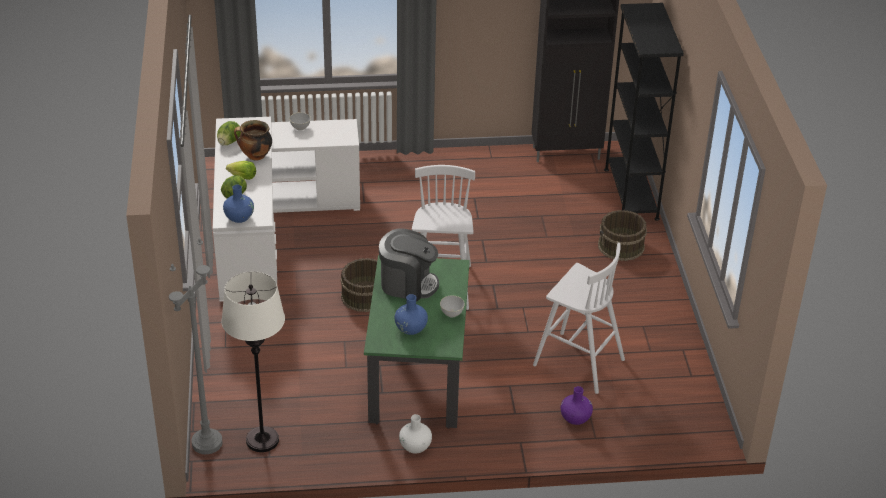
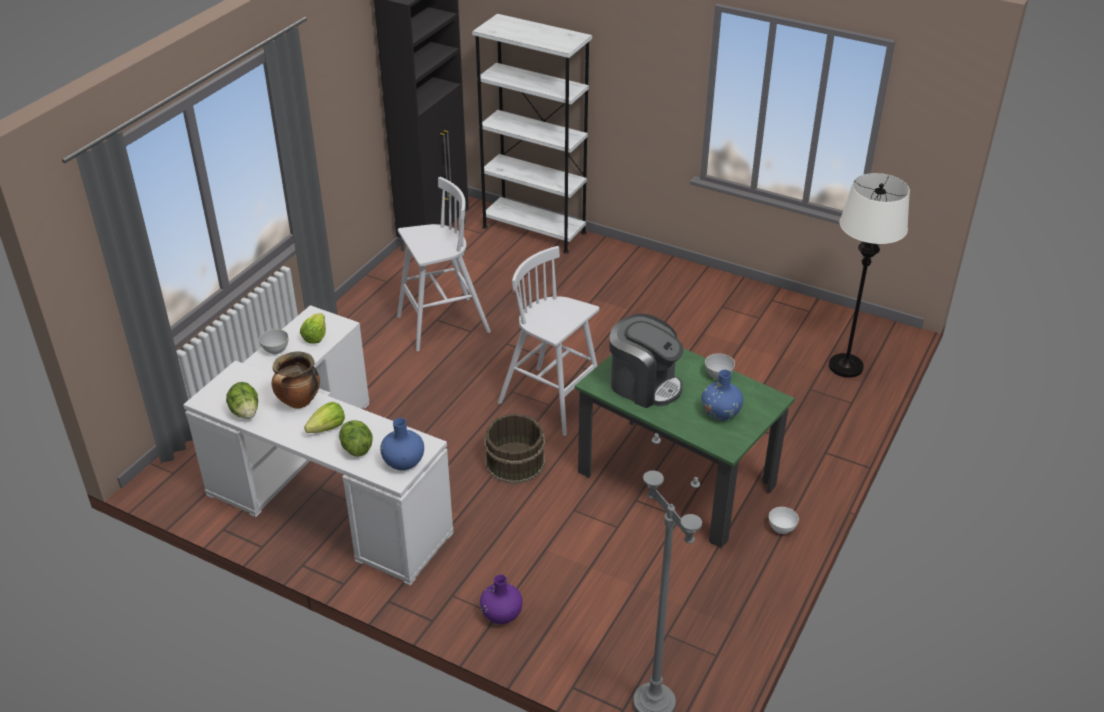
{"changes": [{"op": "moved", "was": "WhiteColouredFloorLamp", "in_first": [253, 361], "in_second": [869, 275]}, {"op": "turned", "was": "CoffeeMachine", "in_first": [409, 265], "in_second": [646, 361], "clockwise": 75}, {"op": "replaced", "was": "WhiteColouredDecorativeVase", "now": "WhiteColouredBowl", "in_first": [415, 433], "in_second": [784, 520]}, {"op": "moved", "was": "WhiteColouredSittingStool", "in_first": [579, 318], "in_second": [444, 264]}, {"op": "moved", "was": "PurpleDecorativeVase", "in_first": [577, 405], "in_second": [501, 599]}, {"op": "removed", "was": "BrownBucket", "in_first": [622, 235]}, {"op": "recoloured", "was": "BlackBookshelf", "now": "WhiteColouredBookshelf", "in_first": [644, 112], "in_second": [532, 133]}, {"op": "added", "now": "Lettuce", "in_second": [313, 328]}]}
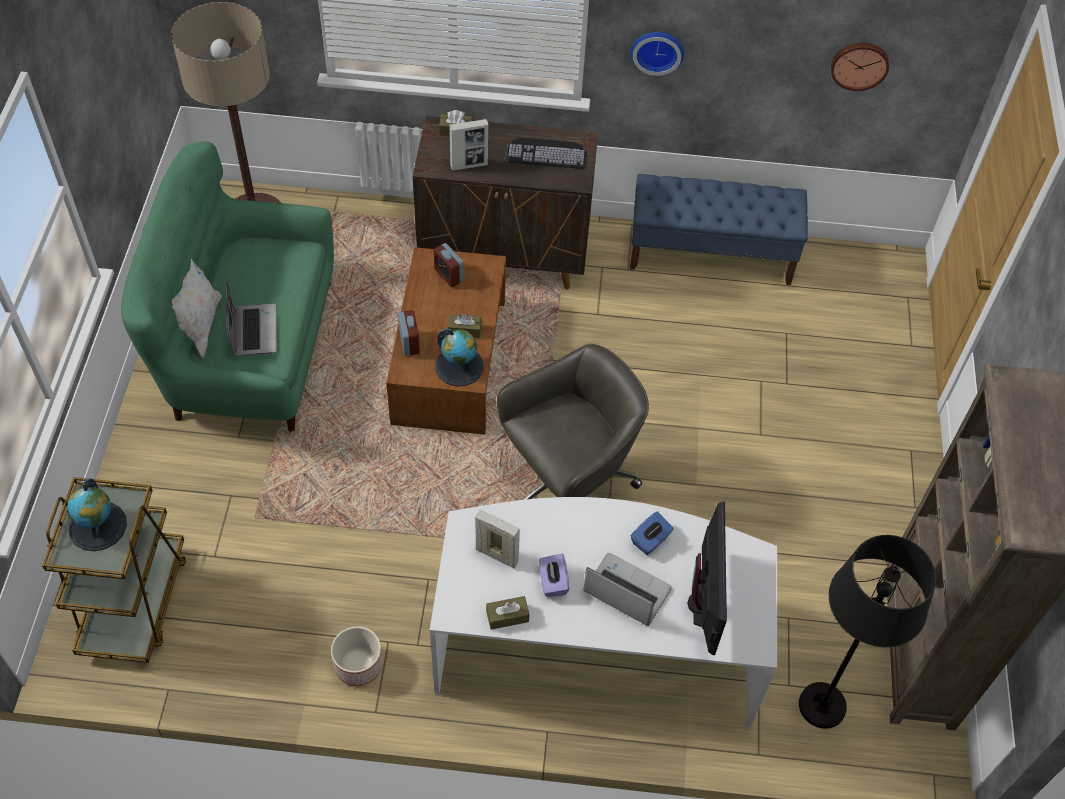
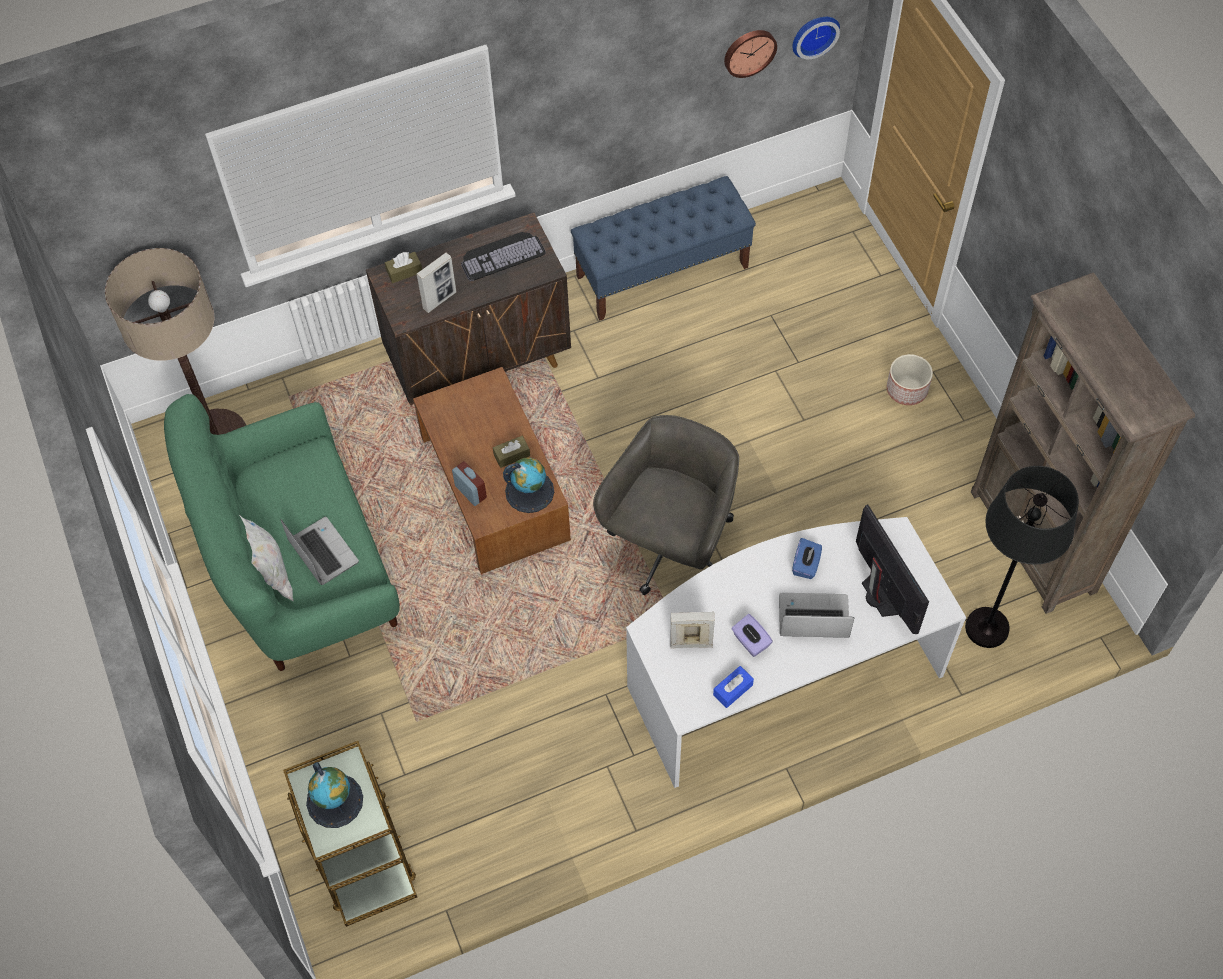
{"changes": [{"op": "moved", "was": "PlantPot", "in_first": [357, 656], "in_second": [910, 379]}, {"op": "removed", "was": "AlarmClock", "in_first": [449, 265]}, {"op": "recoloured", "was": "BrownBoxOfTissues", "now": "BlueBoxOfTissues", "in_first": [507, 613], "in_second": [733, 687]}, {"op": "moved", "was": "ClockOnTheWall", "in_first": [657, 54], "in_second": [816, 38]}]}
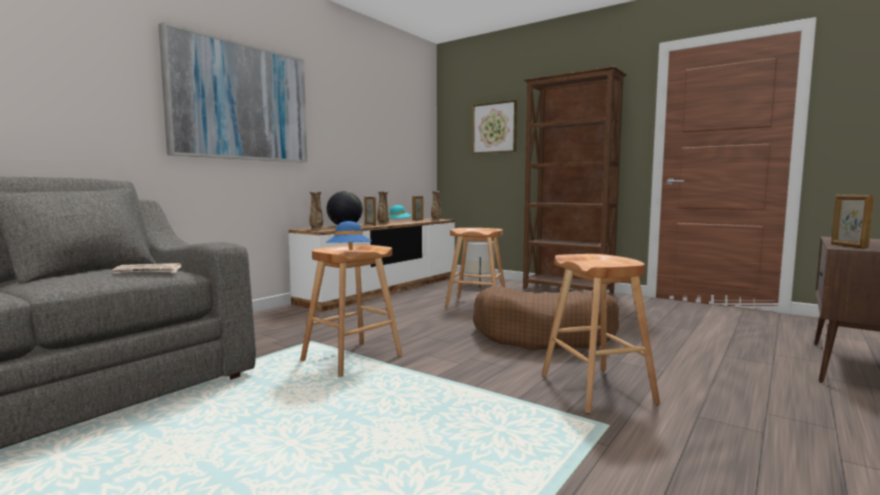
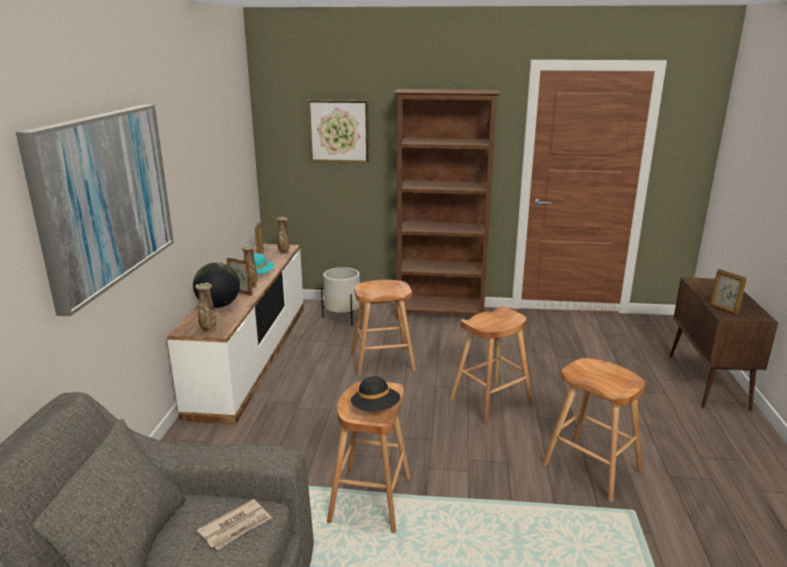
{"changes": [{"op": "recoloured", "was": "BlueClothingHat", "now": "BlackClothingHat", "in_first": [348, 235], "in_second": [376, 394]}, {"op": "replaced", "was": "BrownPetBed", "now": "BrownSittingStool", "in_first": [546, 318], "in_second": [491, 365]}]}
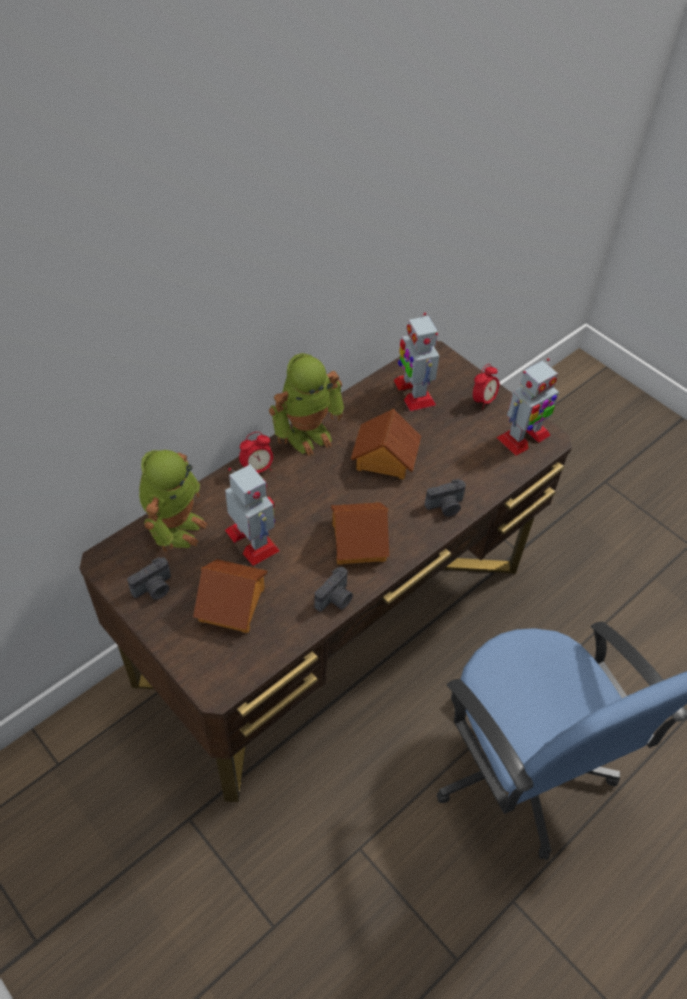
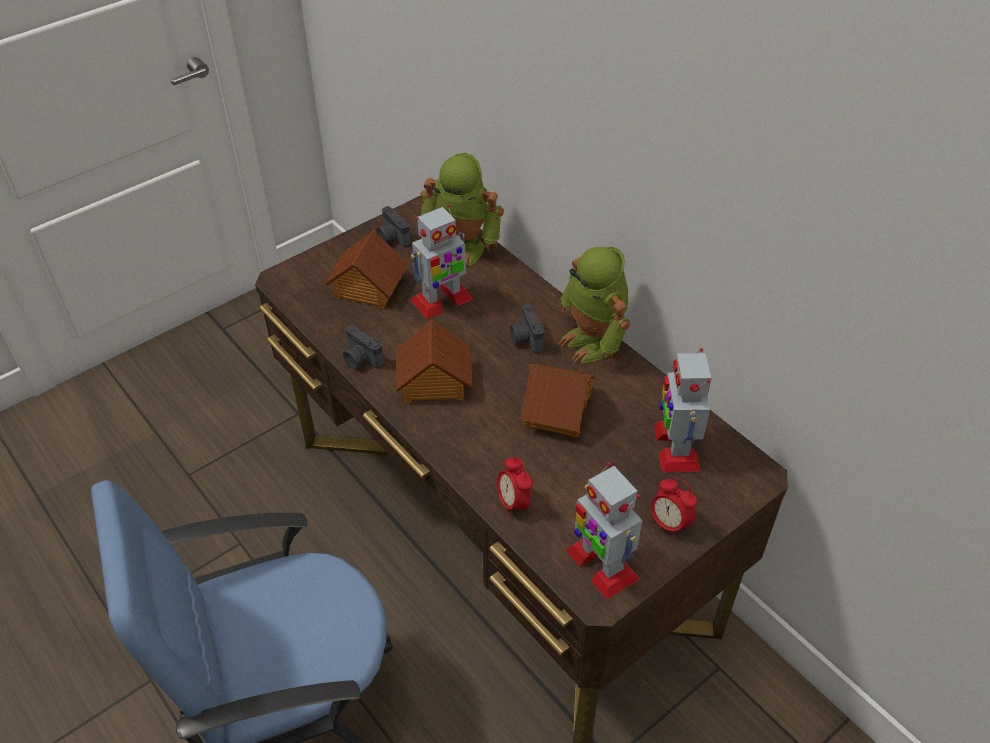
{"changes": [{"op": "moved", "was": "AlarmClock", "in_first": [256, 452], "in_second": [515, 487]}, {"op": "turned", "was": "RobotFigure", "in_first": [416, 362], "in_second": [683, 410], "clockwise": -75}, {"op": "moved", "was": "PhotoCamera", "in_first": [445, 498], "in_second": [527, 328]}]}
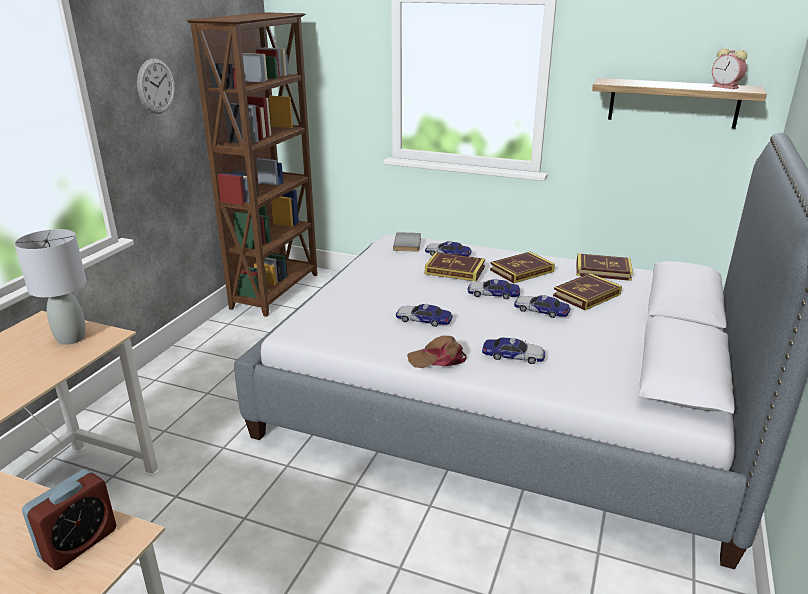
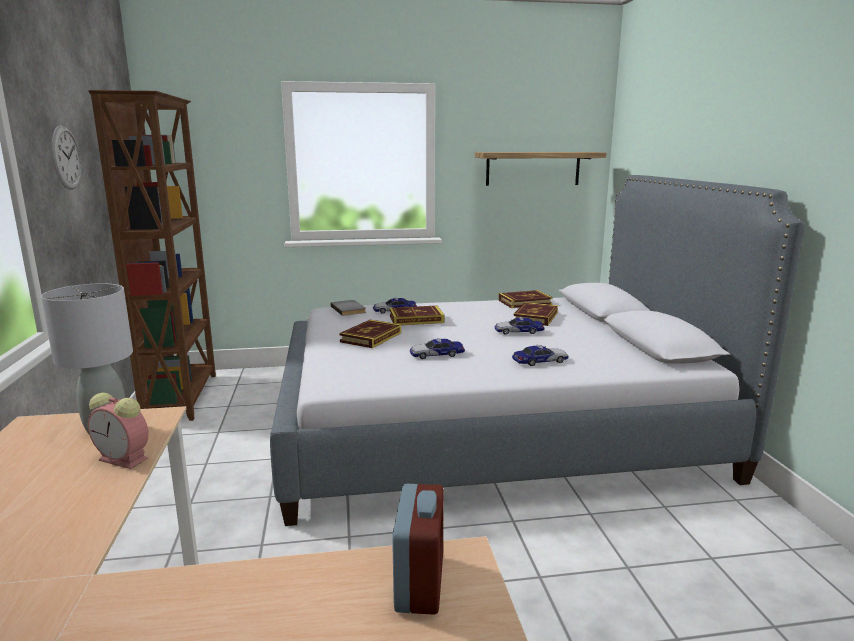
{"changes": [{"op": "removed", "was": "BrownBaseballCap", "in_first": [436, 351]}, {"op": "removed", "was": "ModelCar", "in_first": [493, 289]}, {"op": "moved", "was": "Volume", "in_first": [522, 267], "in_second": [370, 334]}, {"op": "moved", "was": "AlarmClock", "in_first": [729, 68], "in_second": [118, 431]}]}
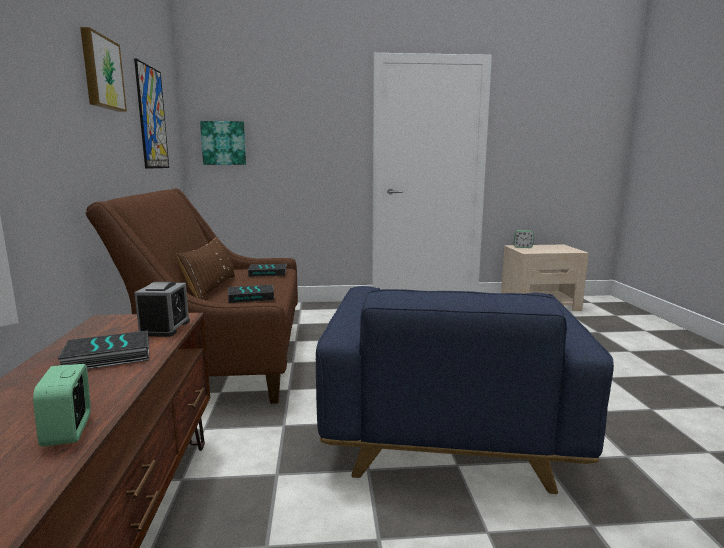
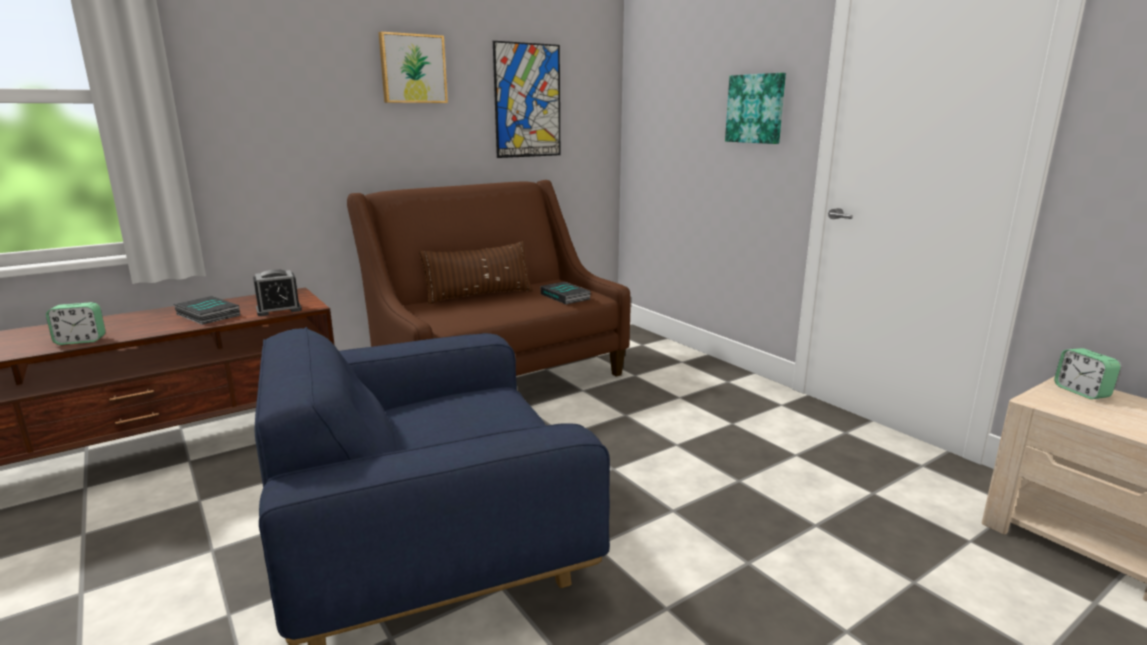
{"changes": [{"op": "turned", "was": "AlarmClock", "in_first": [62, 405], "in_second": [76, 323], "clockwise": -150}, {"op": "moved", "was": "WallArt", "in_first": [223, 143], "in_second": [755, 108]}, {"op": "removed", "was": "Volume", "in_first": [251, 294]}]}
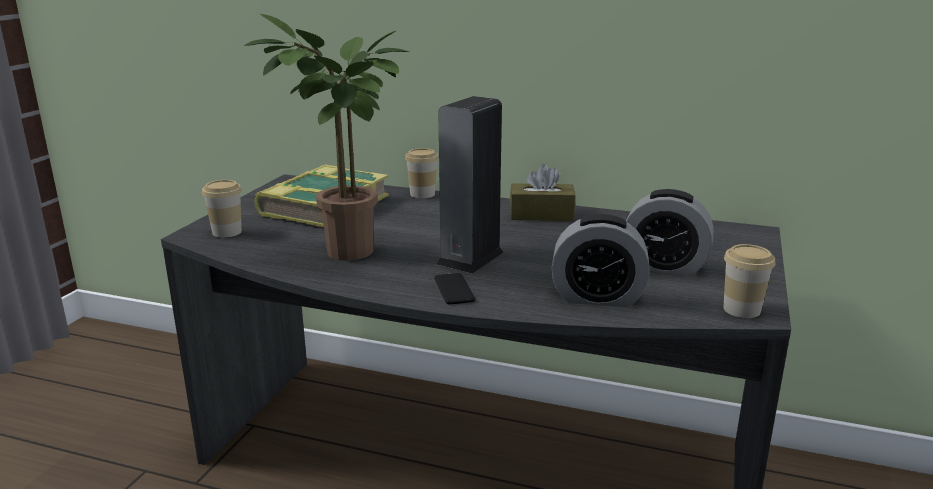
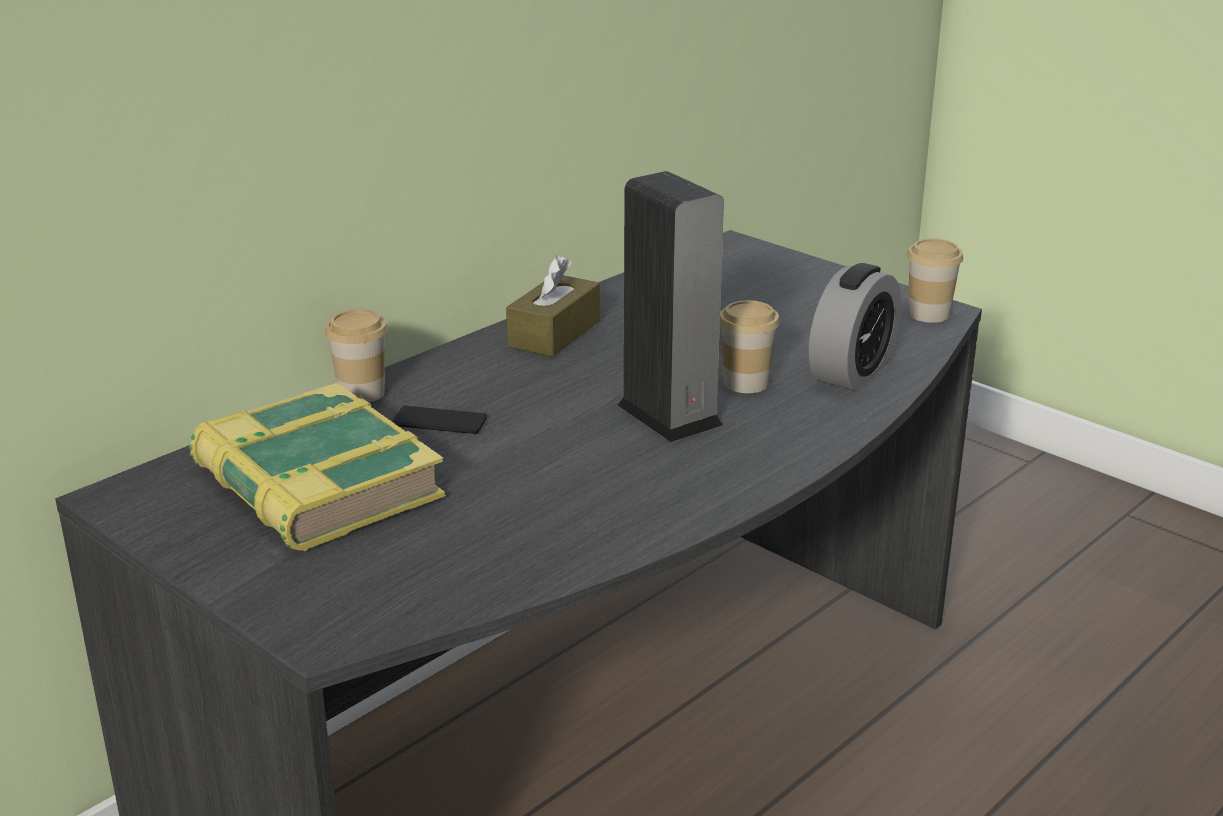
{"changes": [{"op": "moved", "was": "Cup", "in_first": [222, 209], "in_second": [750, 346]}, {"op": "removed", "was": "PottedPlant", "in_first": [326, 137]}, {"op": "moved", "was": "Telephone", "in_first": [454, 288], "in_second": [439, 420]}, {"op": "removed", "was": "AlarmClock", "in_first": [670, 232]}]}
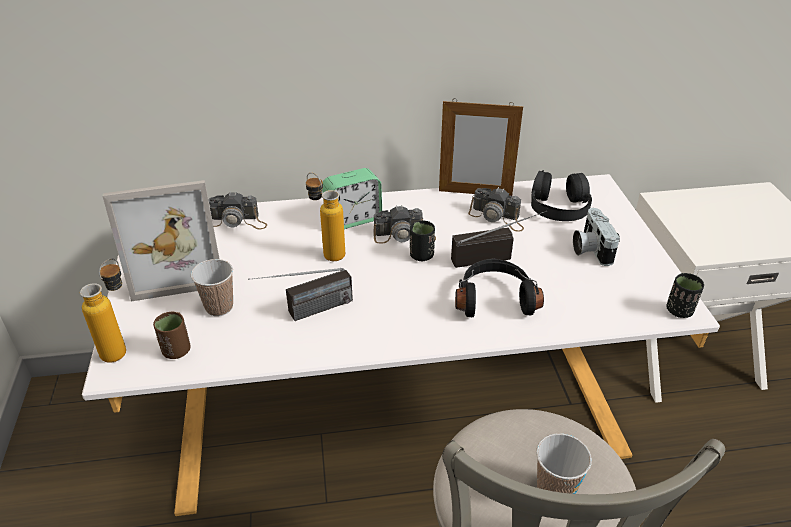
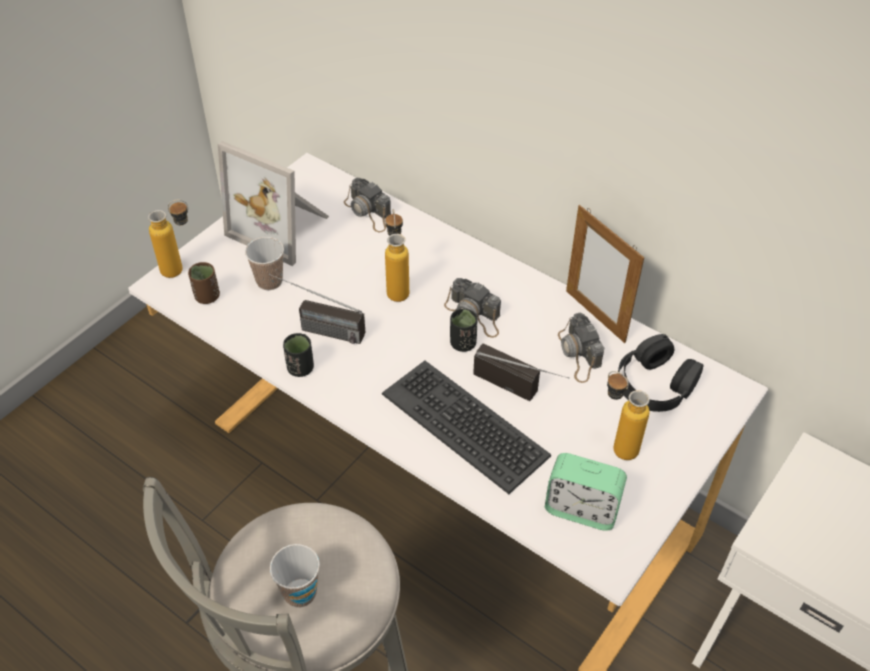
{"changes": [{"op": "moved", "was": "AlarmClock", "in_first": [352, 198], "in_second": [586, 492]}, {"op": "replaced", "was": "BlackHeadset", "now": "Keyboard", "in_first": [499, 288], "in_second": [466, 427]}, {"op": "replaced", "was": "PhotoCamera", "now": "Bottle", "in_first": [596, 237], "in_second": [628, 415]}, {"op": "moved", "was": "BlackCup", "in_first": [685, 295], "in_second": [298, 355]}]}
